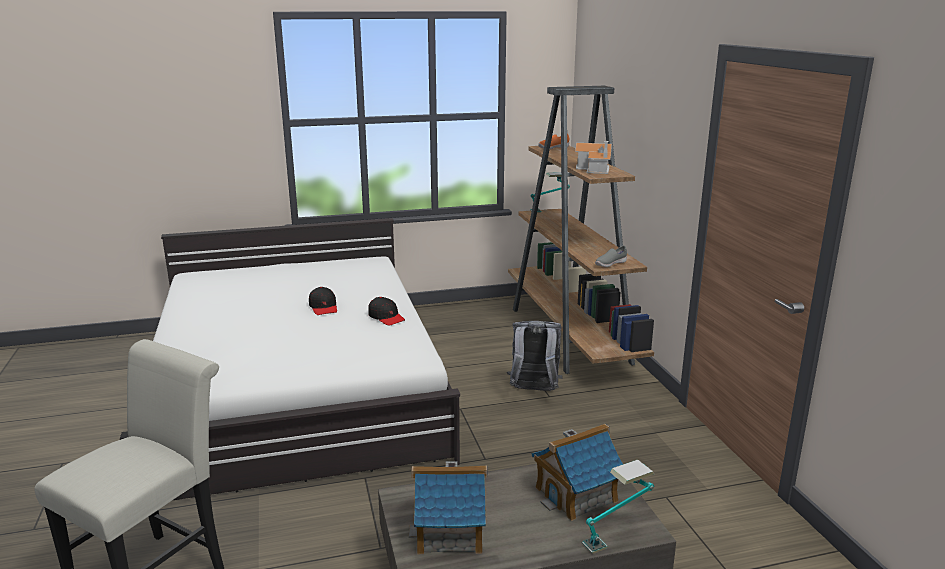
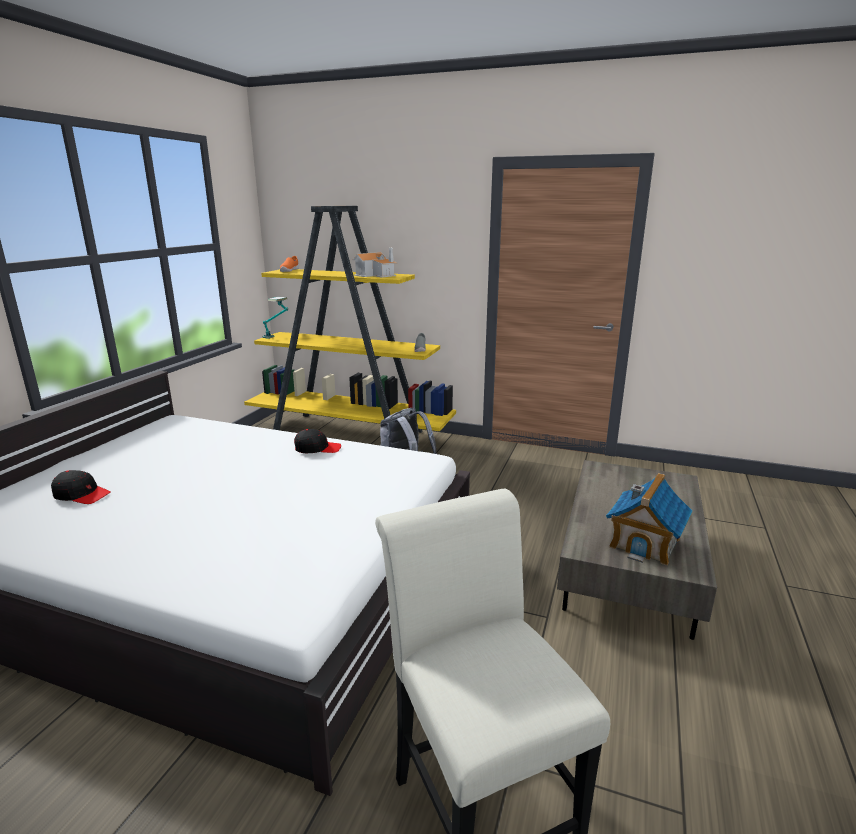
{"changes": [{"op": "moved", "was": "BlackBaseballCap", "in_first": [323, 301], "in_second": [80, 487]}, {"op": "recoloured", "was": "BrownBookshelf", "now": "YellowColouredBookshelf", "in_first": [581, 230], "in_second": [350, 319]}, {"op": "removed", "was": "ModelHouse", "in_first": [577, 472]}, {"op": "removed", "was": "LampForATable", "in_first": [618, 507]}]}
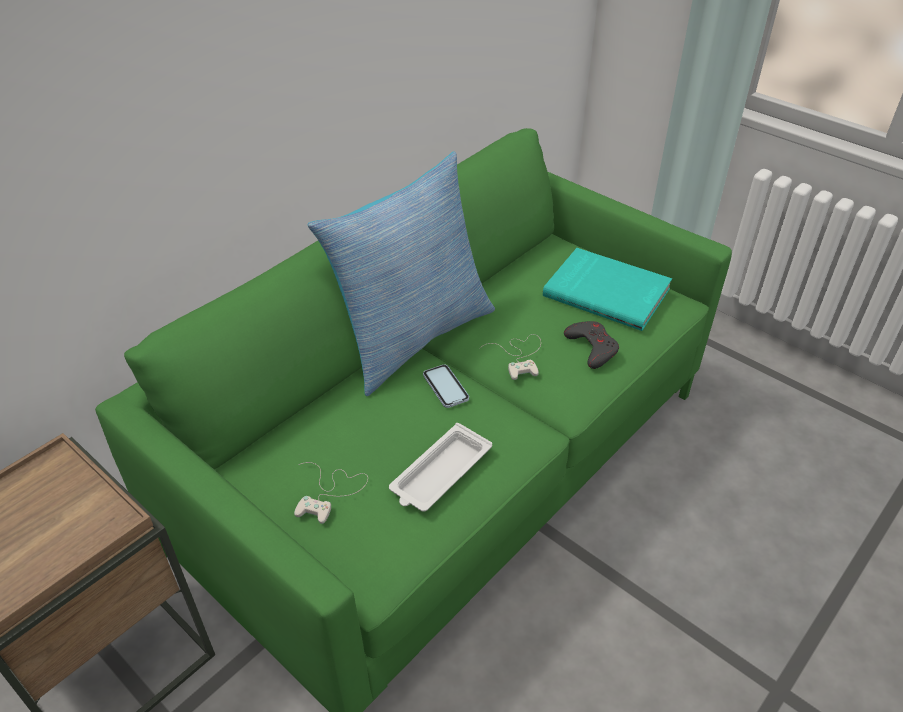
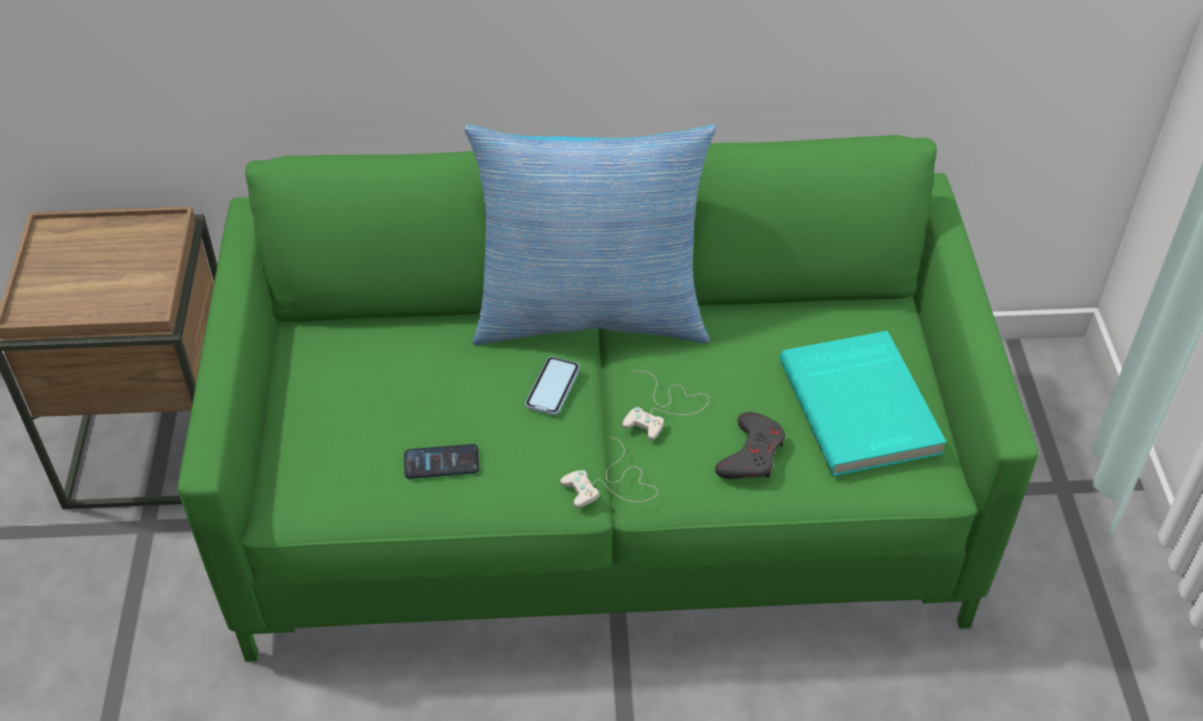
{"changes": [{"op": "moved", "was": "WhiteColouredJoypad", "in_first": [331, 493], "in_second": [609, 472]}, {"op": "replaced", "was": "WhiteColouredTray", "now": "Telephone", "in_first": [440, 467], "in_second": [442, 461]}]}
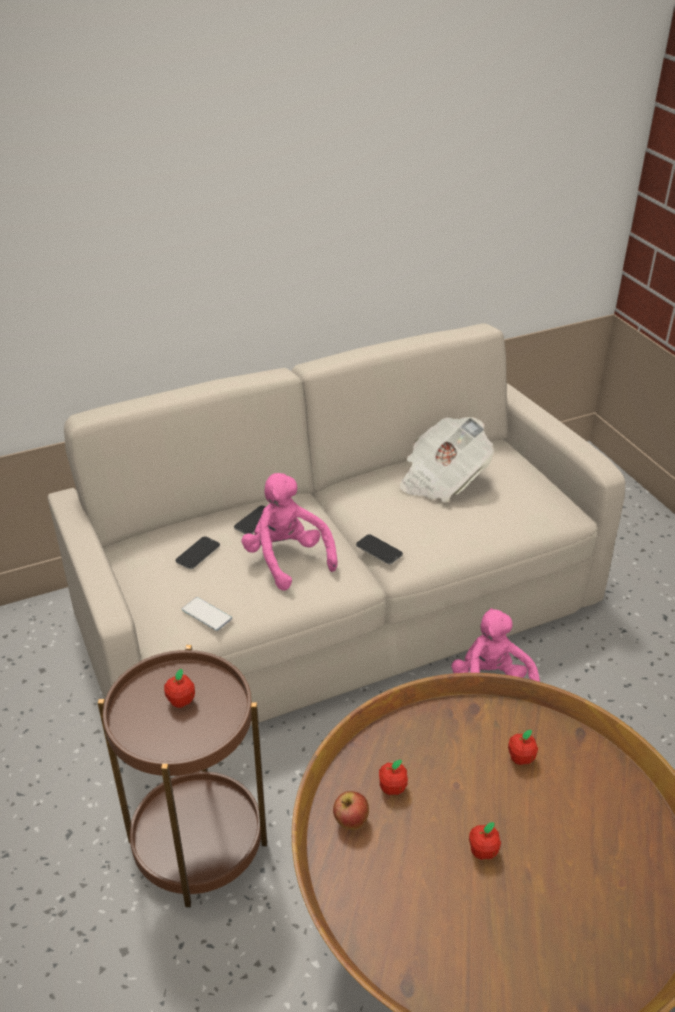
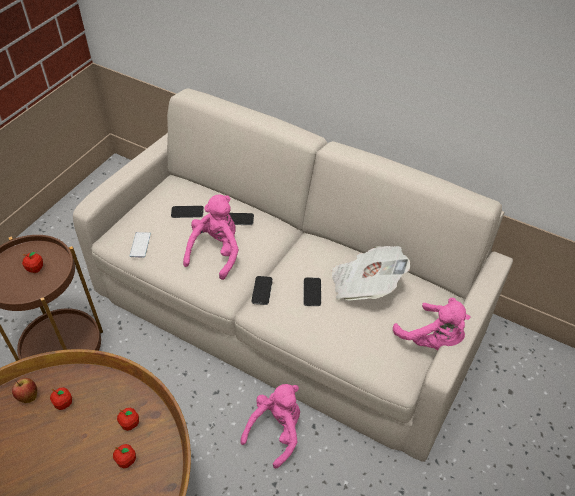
{"changes": [{"op": "moved", "was": "Apple", "in_first": [485, 841], "in_second": [128, 419]}, {"op": "added", "now": "Telephone", "in_second": [312, 292]}, {"op": "added", "now": "PinkishSoftToy", "in_second": [432, 324]}]}
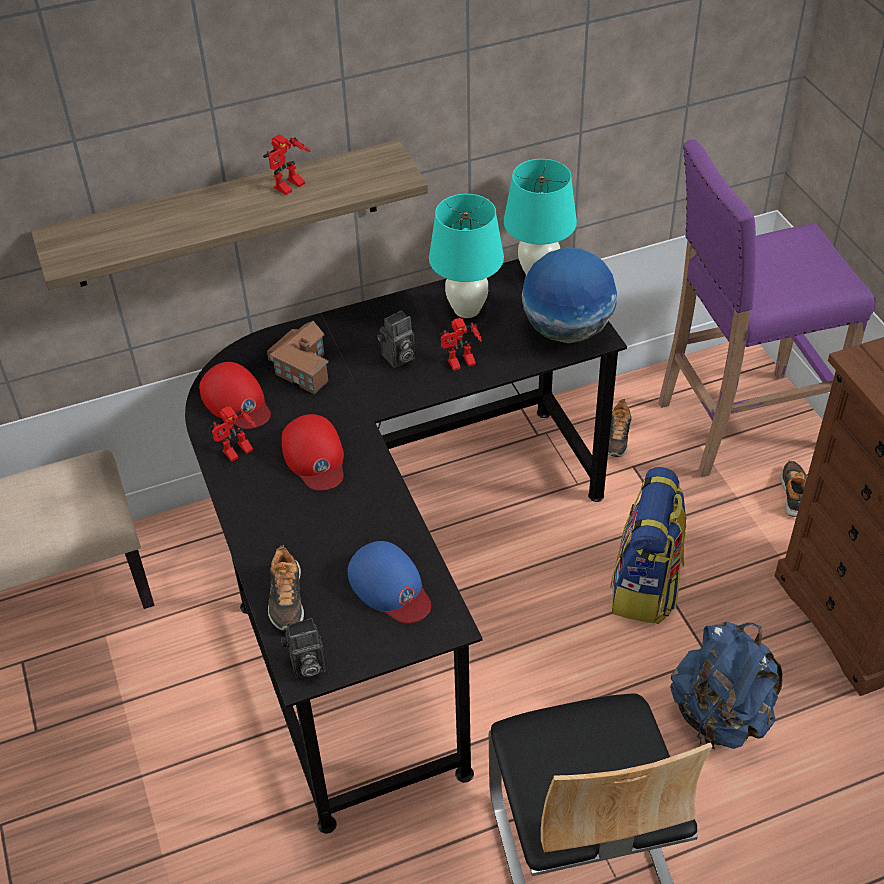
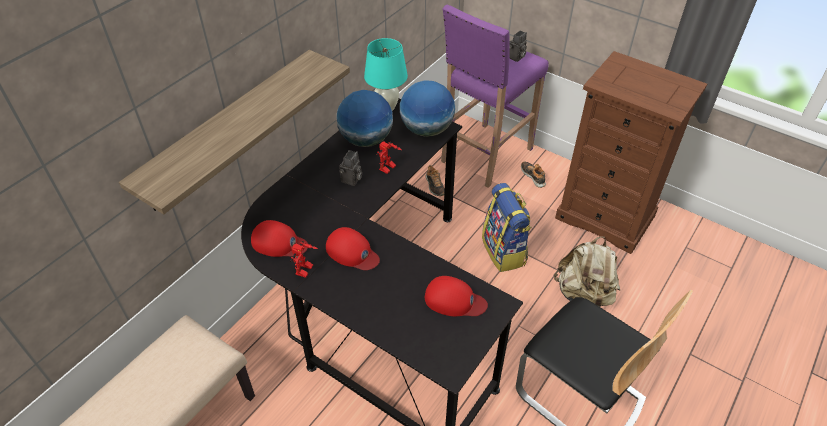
{"changes": [{"op": "removed", "was": "RobotFigure", "in_first": [287, 164]}, {"op": "removed", "was": "ModelHouse", "in_first": [298, 357]}, {"op": "removed", "was": "Shoe", "in_first": [286, 588]}, {"op": "moved", "was": "PhotoCamera", "in_first": [303, 648], "in_second": [518, 46]}, {"op": "recoloured", "was": "BlueBaseballCap", "now": "RedColouredBaseballCap", "in_first": [389, 582], "in_second": [456, 296]}, {"op": "replaced", "was": "TurquoiseLampForATable", "now": "Globe", "in_first": [466, 256], "in_second": [365, 118]}, {"op": "recoloured", "was": "BlueKnapsack", "now": "BeigeColouredKnapsack", "in_first": [726, 685], "in_second": [587, 272]}]}
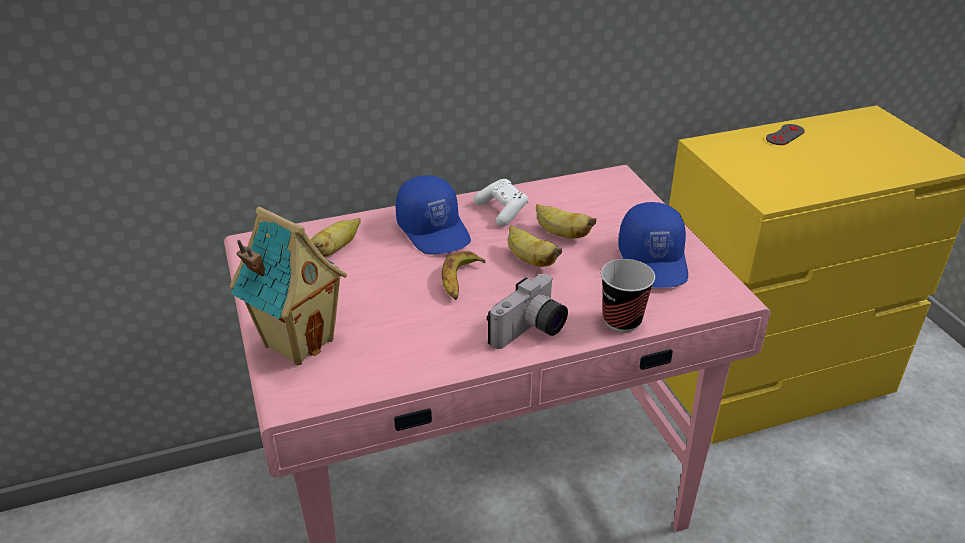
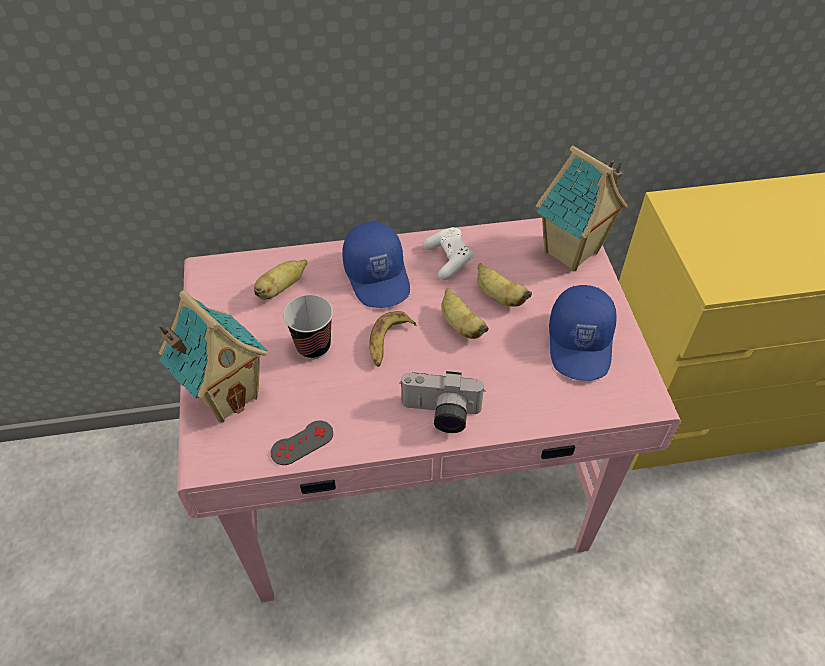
{"changes": [{"op": "turned", "was": "PhotoCamera", "in_first": [527, 311], "in_second": [442, 402], "clockwise": 45}, {"op": "moved", "was": "Cup", "in_first": [628, 295], "in_second": [308, 327]}, {"op": "moved", "was": "GrayJoypad", "in_first": [785, 134], "in_second": [301, 442]}, {"op": "added", "now": "ModelHouse", "in_second": [582, 208]}]}
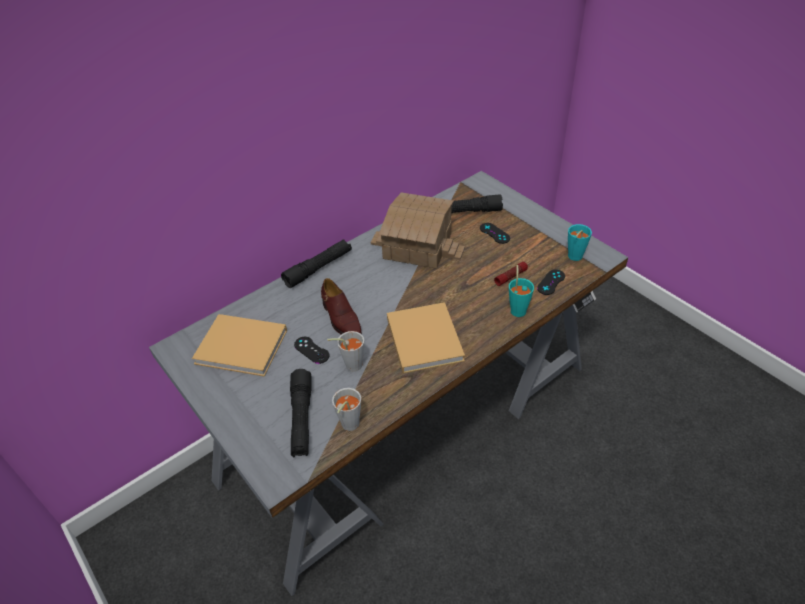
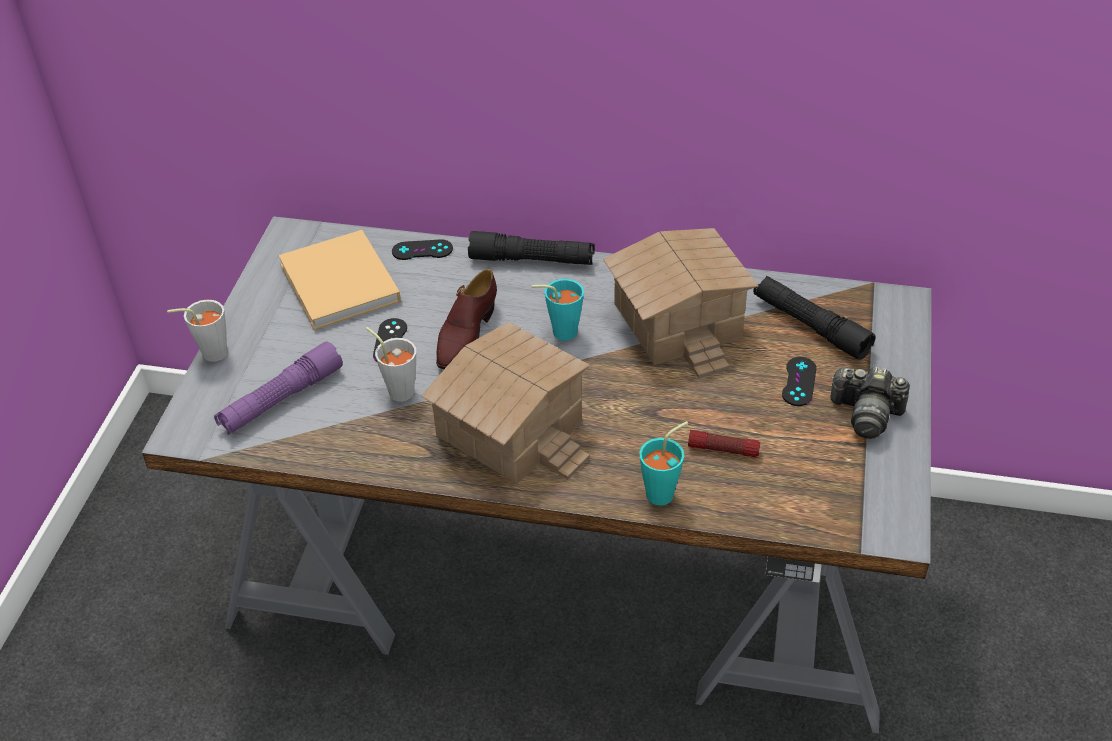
{"changes": [{"op": "recoloured", "was": "BlackHandTorch", "now": "PurpleHandTorch", "in_first": [300, 413], "in_second": [278, 388]}, {"op": "moved", "was": "GrayCup", "in_first": [346, 409], "in_second": [197, 331]}, {"op": "replaced", "was": "BeigeColouredVolume", "now": "ModelHouse", "in_first": [426, 337], "in_second": [505, 403]}, {"op": "moved", "was": "BlackJoypad", "in_first": [551, 282], "in_second": [422, 249]}, {"op": "moved", "was": "TurquoiseCup", "in_first": [580, 242], "in_second": [558, 310]}, {"op": "added", "now": "PhotoCamera", "in_second": [870, 403]}]}
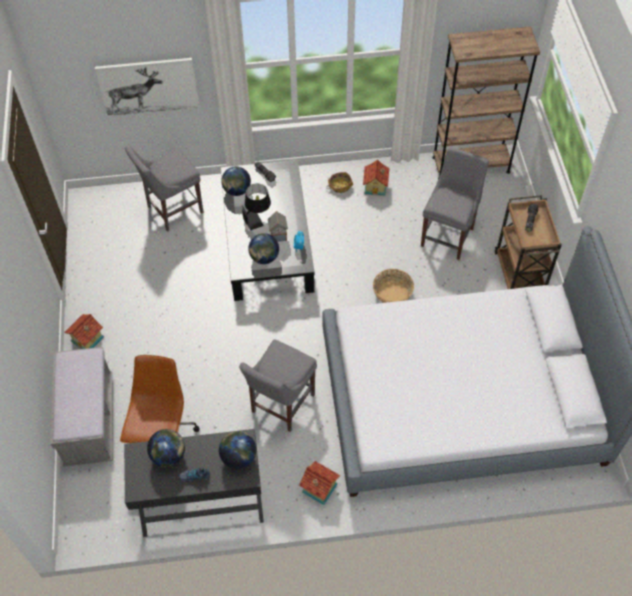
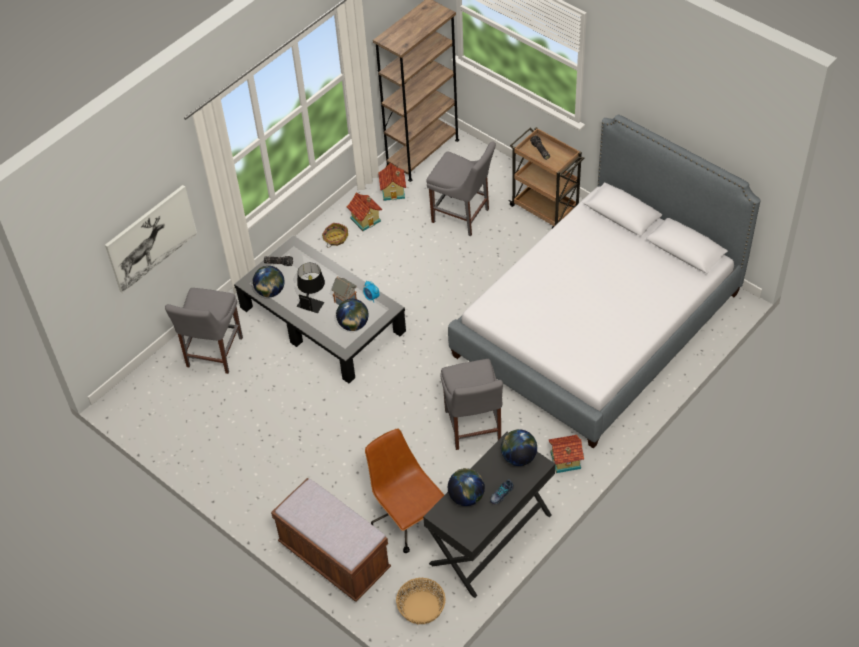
{"changes": [{"op": "recoloured", "was": "GrayIndoorBench", "now": "BrownIndoorBench", "in_first": [82, 407], "in_second": [331, 540]}, {"op": "moved", "was": "ModelHouse", "in_first": [84, 331], "in_second": [392, 182]}, {"op": "moved", "was": "StorageBasket", "in_first": [393, 286], "in_second": [421, 601]}, {"op": "turned", "was": "GrayUprightChair", "in_first": [455, 203], "in_second": [461, 188], "clockwise": 135}]}
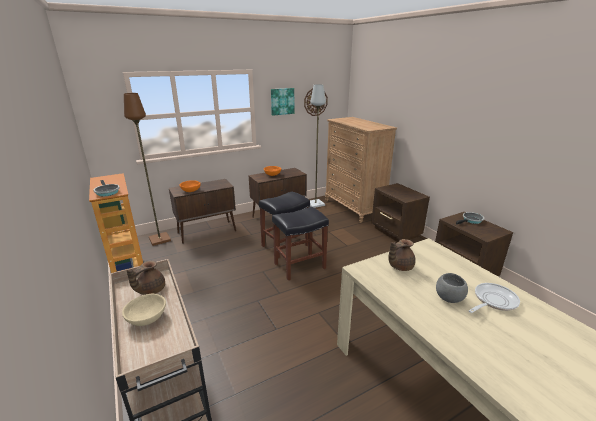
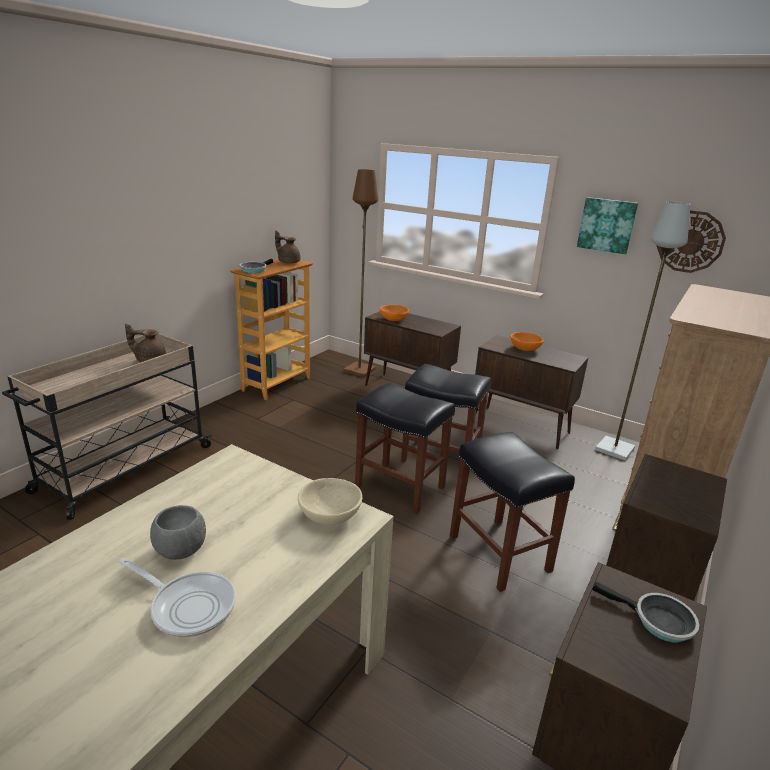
{"changes": [{"op": "moved", "was": "BeigeColouredBowl", "in_first": [144, 310], "in_second": [330, 501]}, {"op": "moved", "was": "BrownTeapot", "in_first": [401, 255], "in_second": [288, 247]}, {"op": "added", "now": "BlackSittingStool", "in_second": [512, 512]}]}
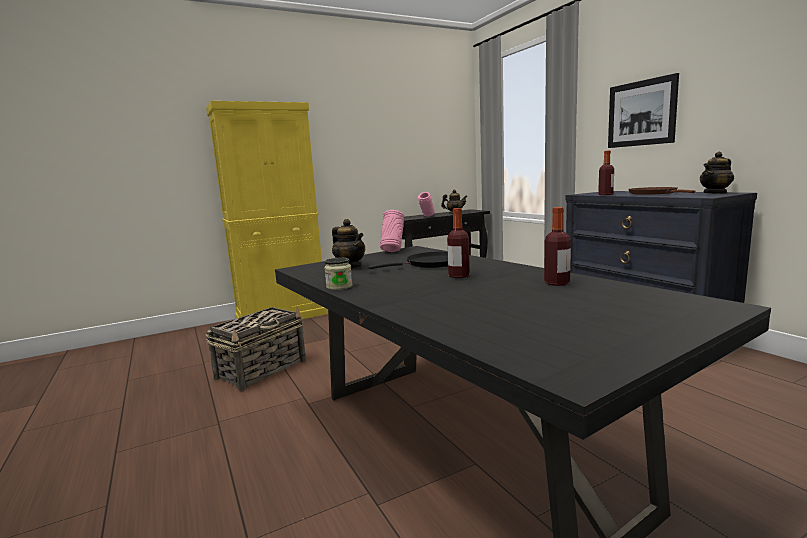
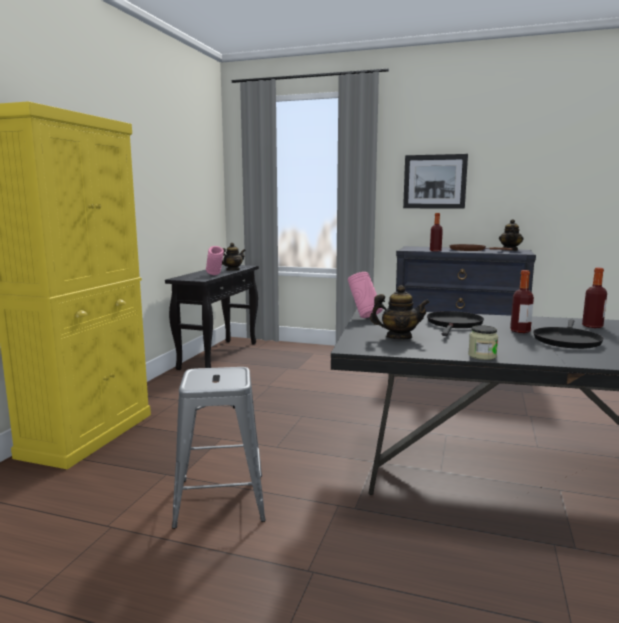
{"changes": [{"op": "replaced", "was": "StorageBasket", "now": "GraySittingStool", "in_first": [256, 349], "in_second": [219, 448]}, {"op": "added", "now": "BlackSkillet", "in_second": [568, 334]}]}
